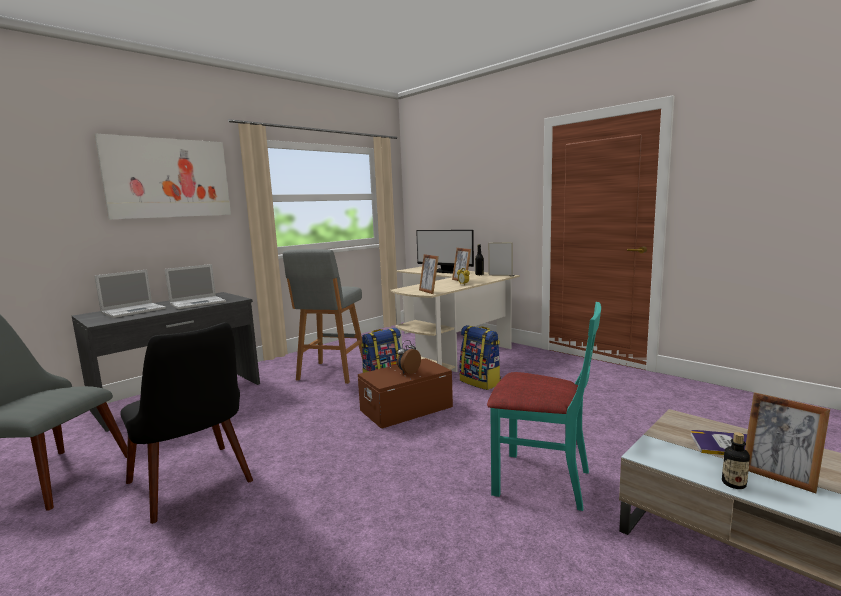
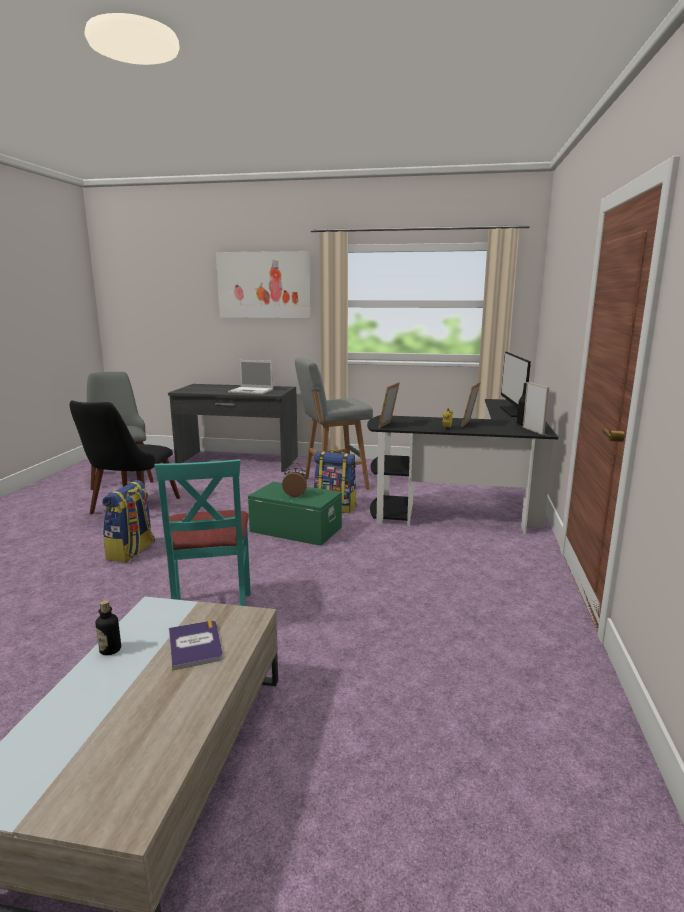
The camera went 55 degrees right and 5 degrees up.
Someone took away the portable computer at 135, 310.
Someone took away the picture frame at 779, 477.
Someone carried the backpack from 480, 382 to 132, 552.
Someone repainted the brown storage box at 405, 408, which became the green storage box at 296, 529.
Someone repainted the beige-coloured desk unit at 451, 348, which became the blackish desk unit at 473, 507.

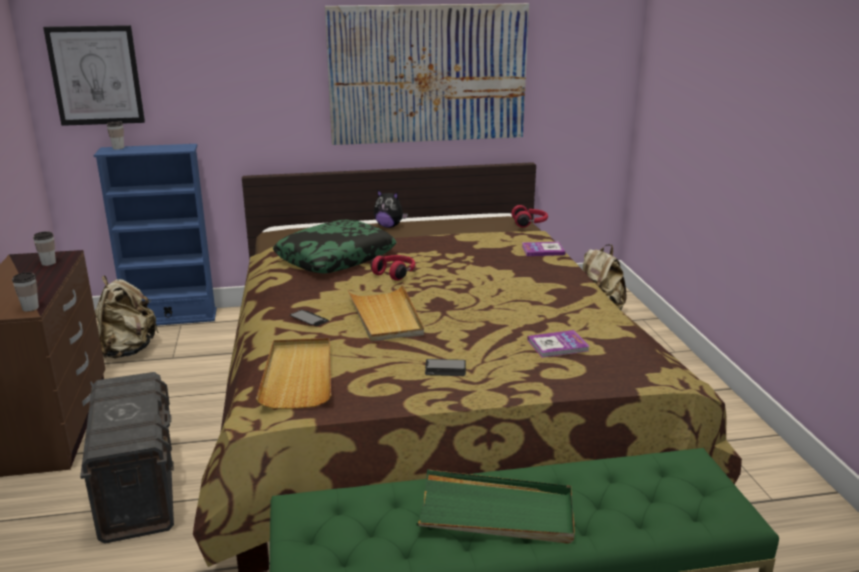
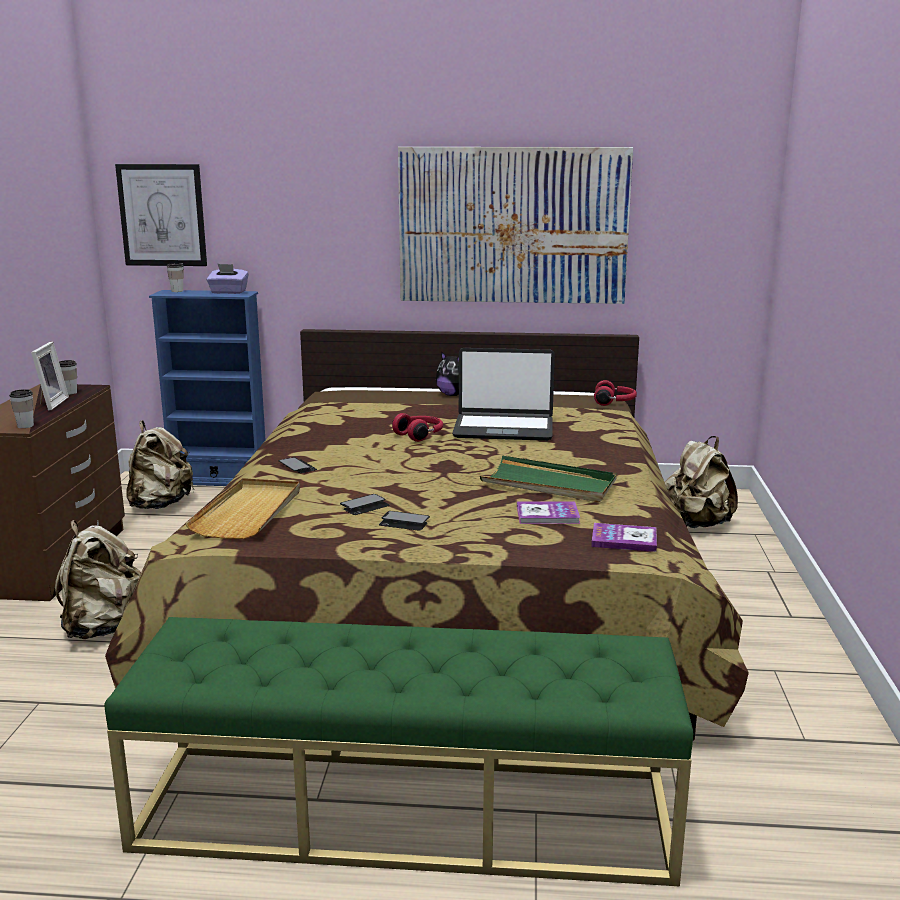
The camera went 15 degrees right and 5 degrees down.
Someone took away the cushion at 336, 258.
Someone took away the beige-coloured tray at 386, 316.
Someone put down the picture frame at 49, 404.
Someone put down the purple-coloured box of tissues at 228, 292.
Someone put down the phone at 364, 506.
Someone put down the portable computer at 503, 429.
Someone carried the green tray from 496, 512 to 549, 484.
Someone carried the bound book from 543, 250 to 624, 539.
Someone swapped the greyish storage box at 138, 490 for the beige-coloured backpack at 102, 627.

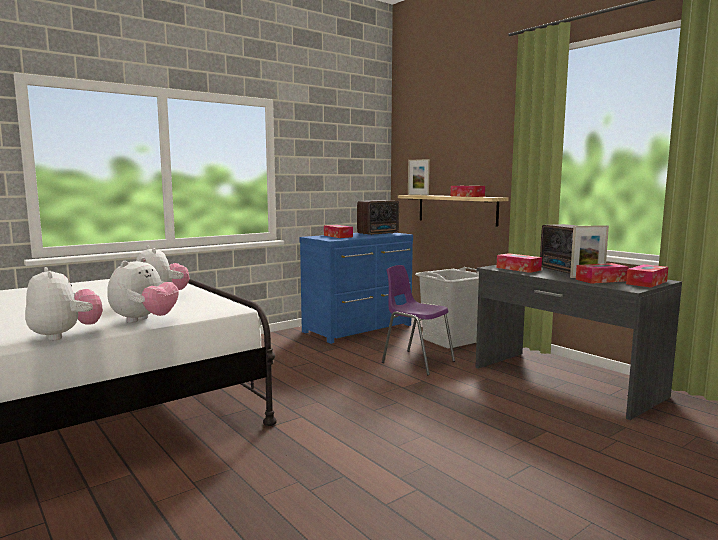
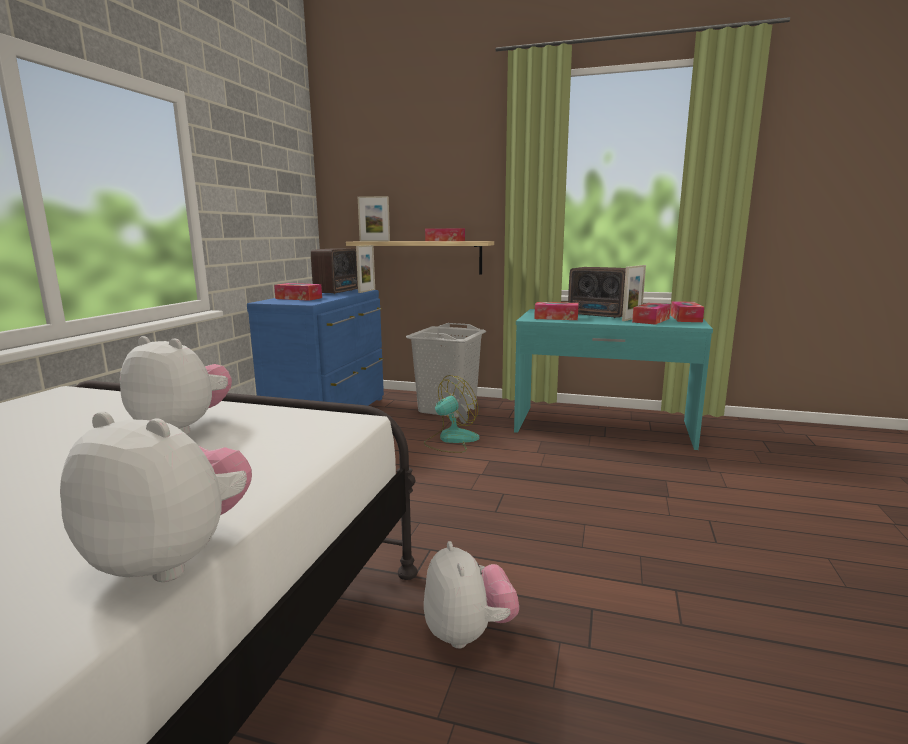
The camera went 35 degrees left and 5 degrees up.
Someone put down the picture frame at 367, 291.
Someone carried the plush toy from 144, 320 to 468, 633.
Someone swapped the purple-coloured chair at 416, 362 for the cooling fan at 451, 440.
Someone repainted the greyish desk unit at 564, 381, which became the turquoise desk unit at 603, 427.

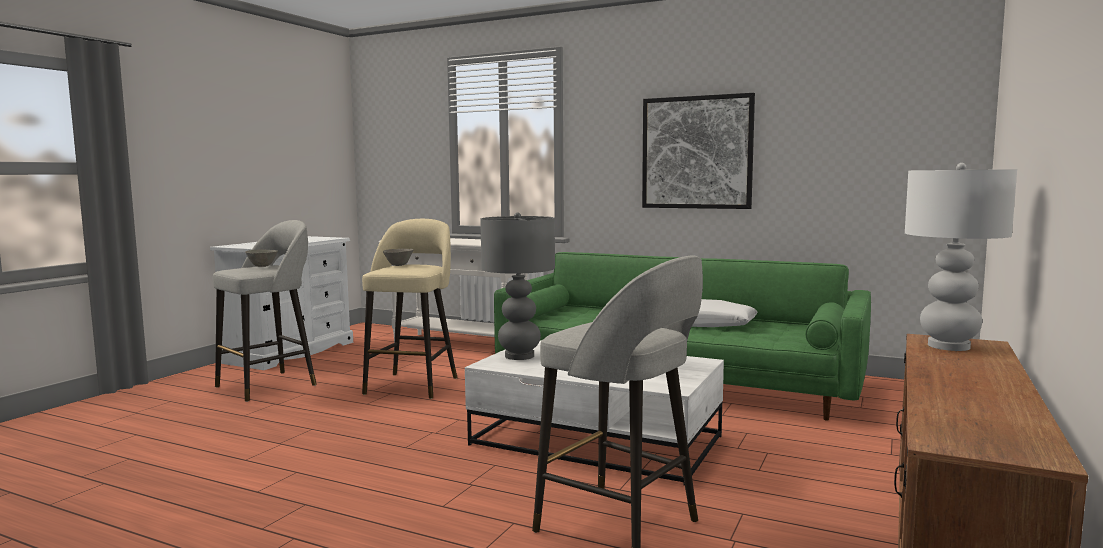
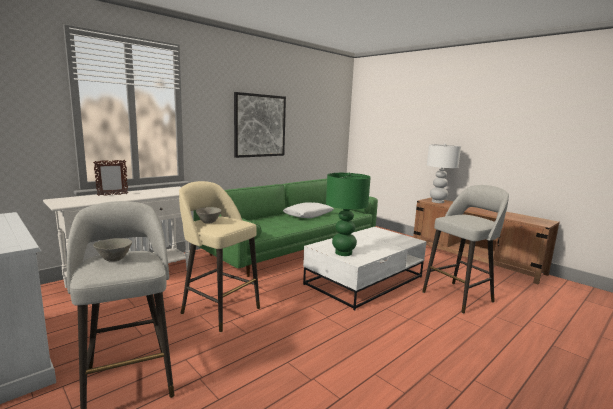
The camera went 70 degrees left and 5 degrees up.
Someone put down the picture frame at 112, 195.
Someone repainted the greyish tabletop lamp at 520, 356, which became the green tabletop lamp at 343, 253.

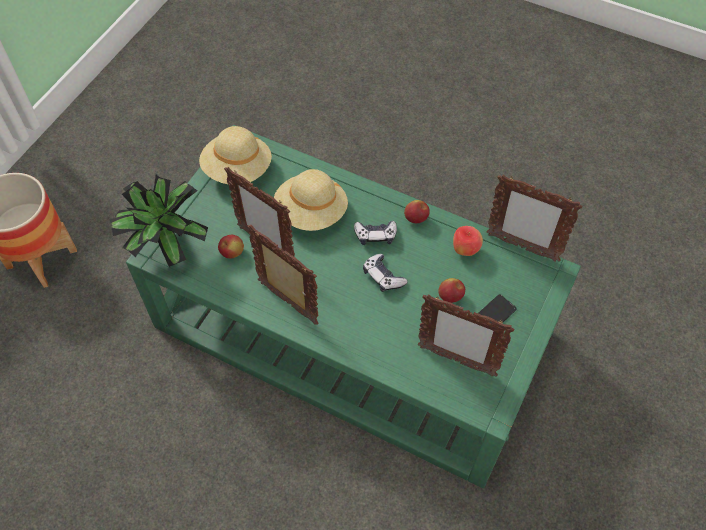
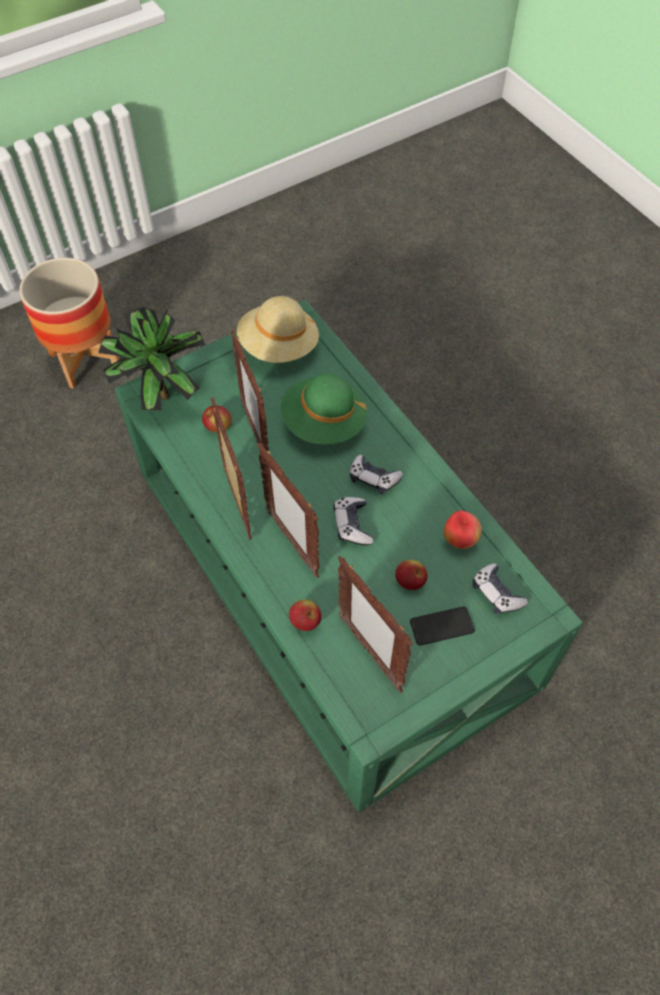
The camera went 30 degrees right and 0 degrees up.
Someone put down the joypad at 496, 593.
Someone carried the apple from 416, 218 to 305, 621.
Someone carried the picture frame from 521, 247 to 292, 542.
Someone repainted the beige-coloured wearable hat at 311, 212, which became the green wearable hat at 323, 423.

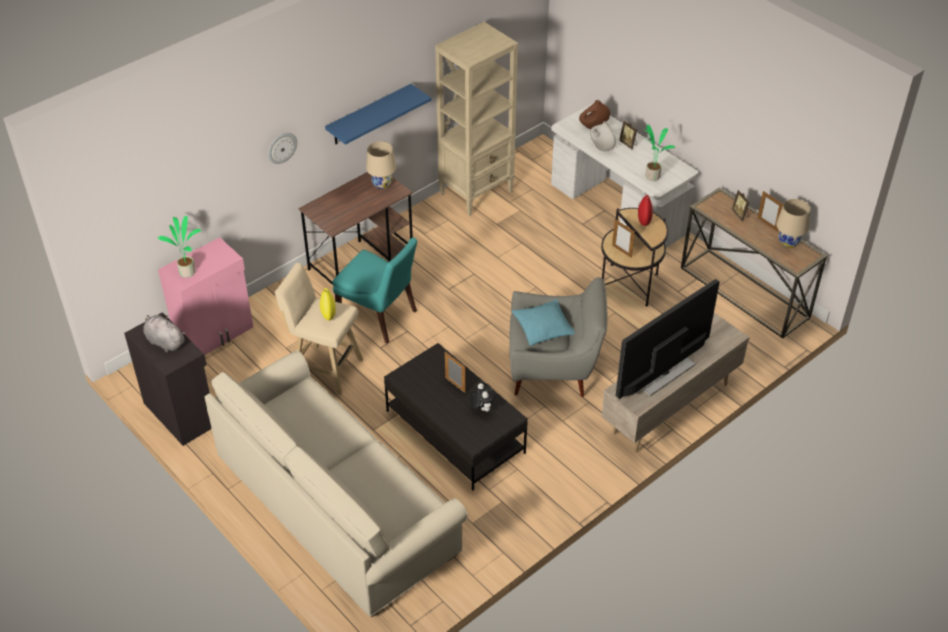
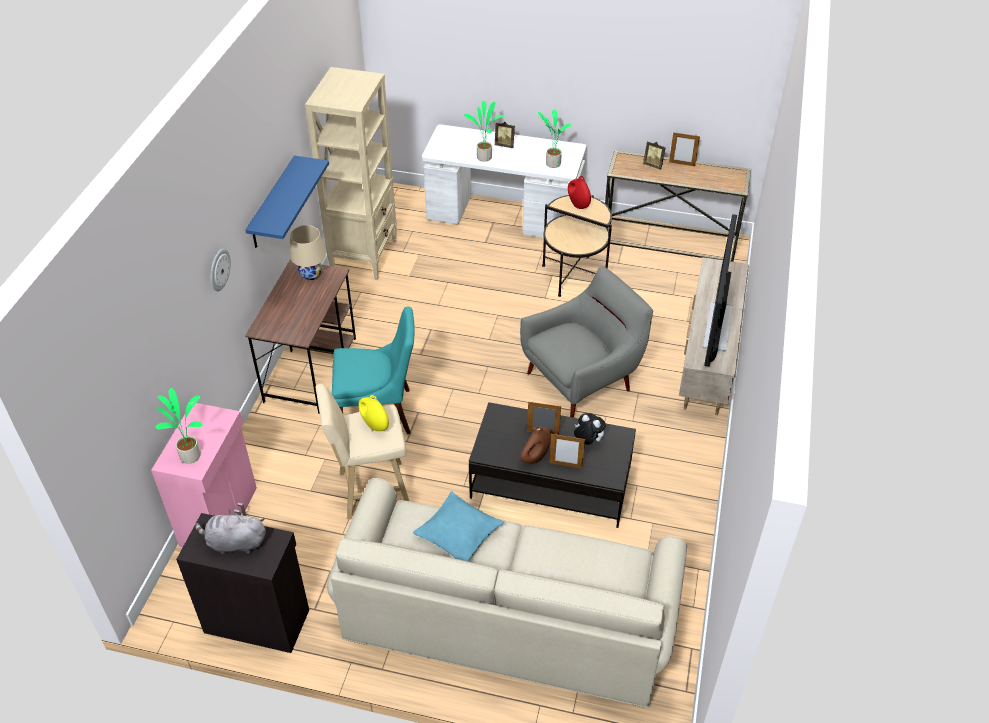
The camera went 35 degrees left and 0 degrees up.
Someone took away the beige-coloured tabletop lamp at 788, 242.
Someone carried the turquoise cushion from 543, 327 to 458, 533.
Someone carried the brown vase from 593, 127 to 535, 458.
Someone carried the picture frame from 621, 251 to 565, 465.
Someone swapped the whitish vase at 601, 147 for the plant in a pot at 485, 157.

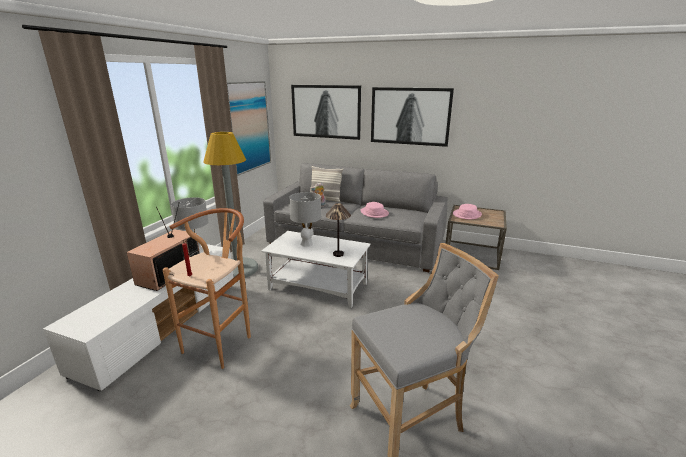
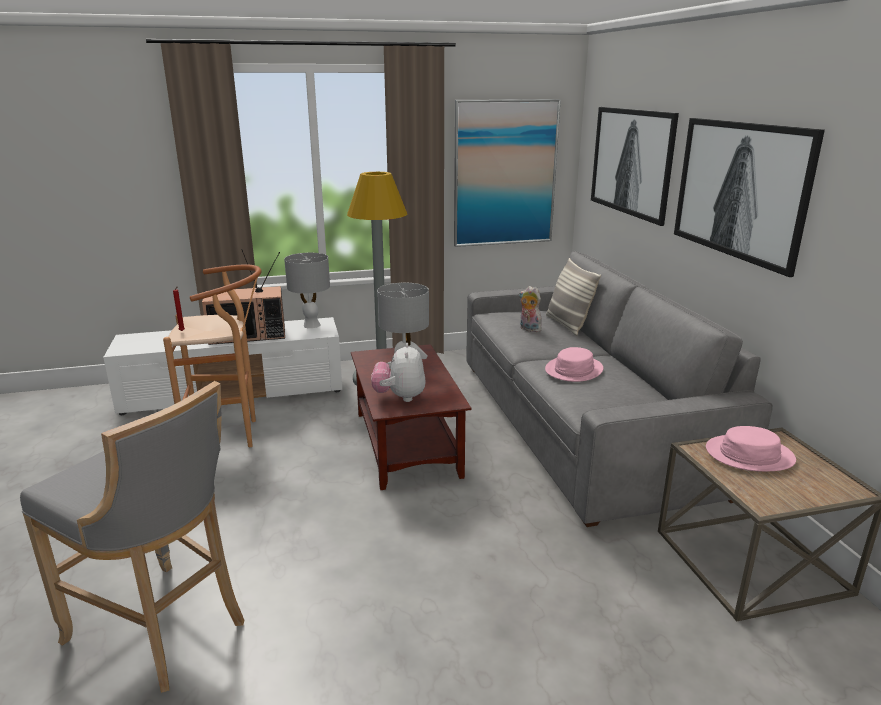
The camera went 55 degrees right and 0 degrees up.
Someone swapped the tabletop lamp at 338, 254 for the plush toy at 400, 397.
Someone repainted the whitish low table at 318, 286, which became the brown low table at 407, 444.

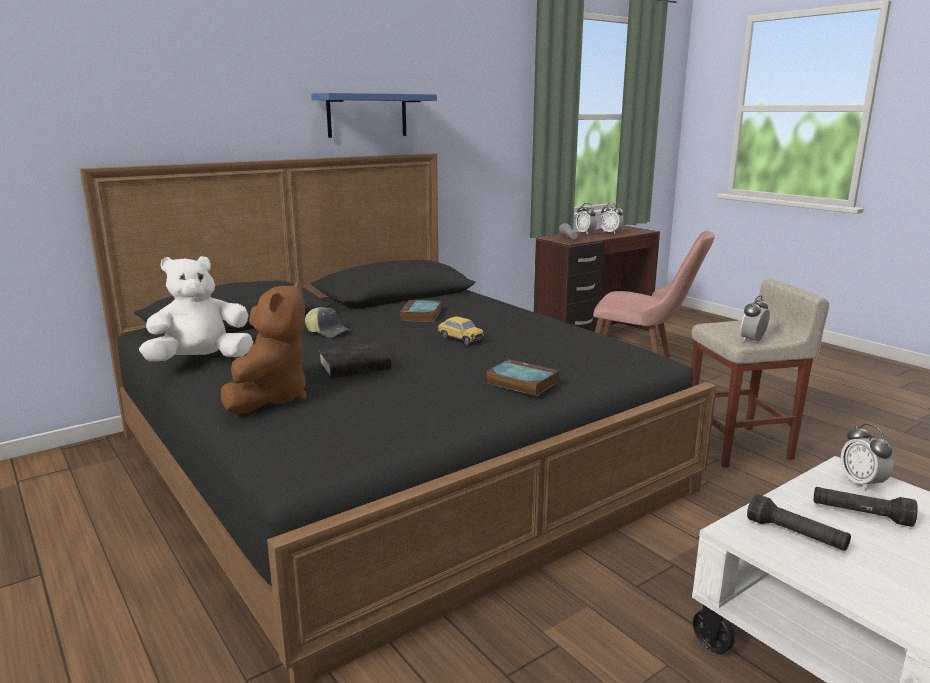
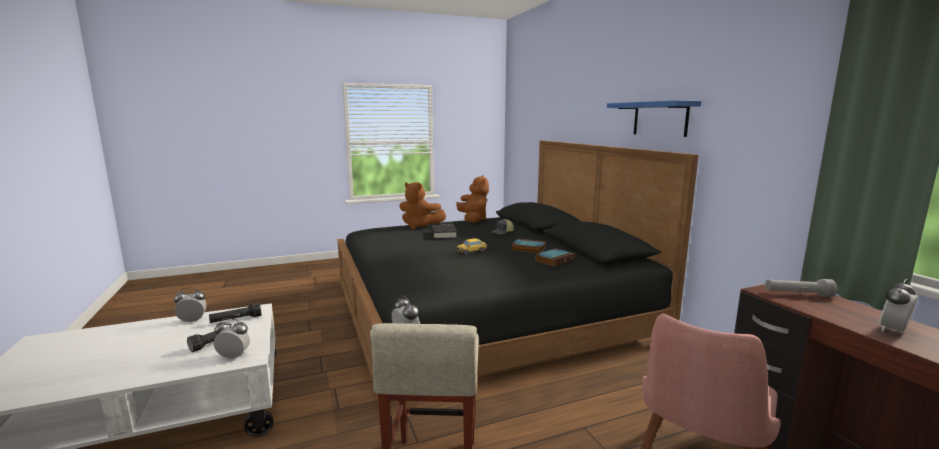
The camera went 105 degrees right and 5 degrees down.
Someone carried the bound book from 520, 382 to 554, 260.
Someone carried the bedside clock from 585, 233 to 193, 321.
Someone repainted the whitish plush toy at 201, 360, which became the brown plush toy at 473, 219.

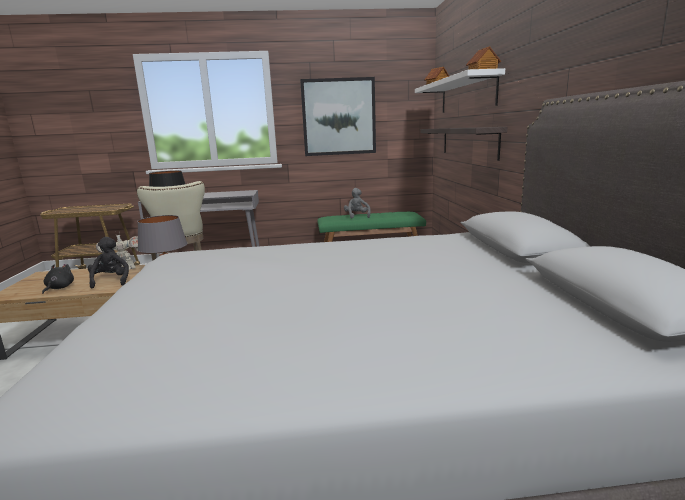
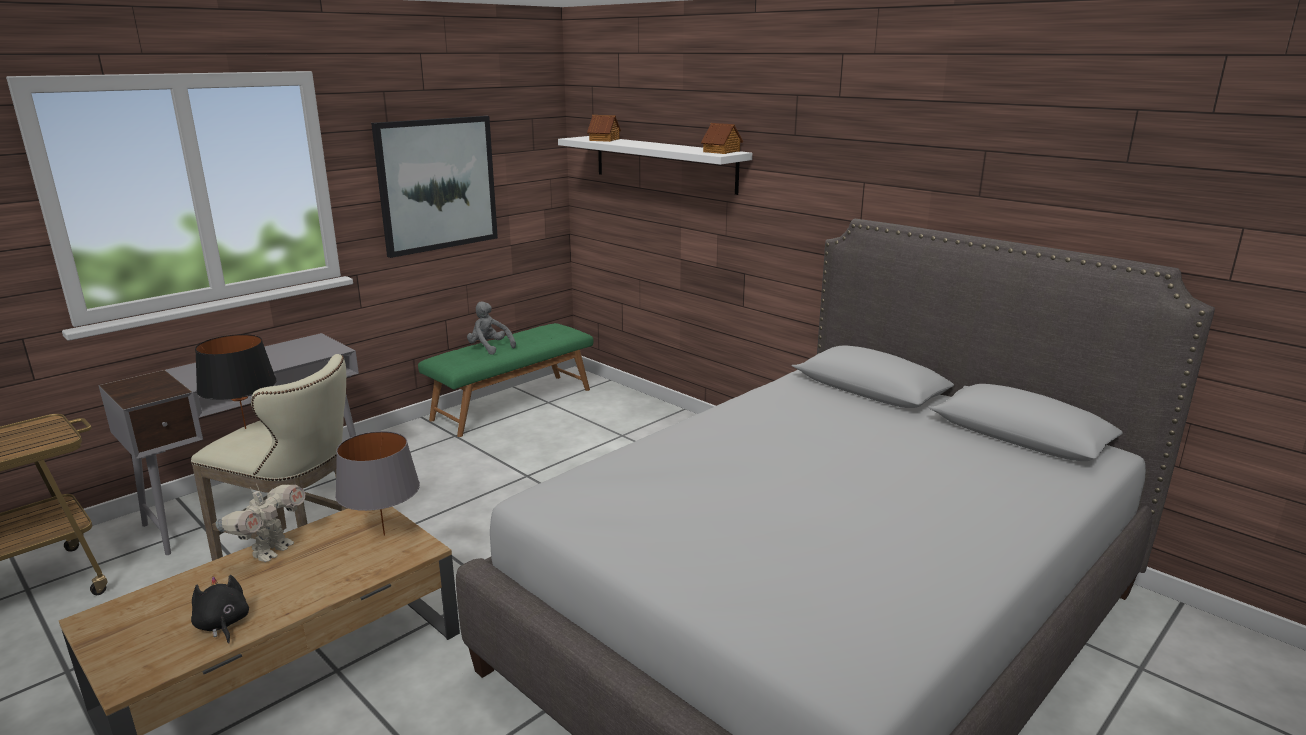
The camera went 40 degrees left and 5 degrees up.
Someone took away the blackish plush toy at 111, 281.
Someone took away the shelf at 468, 142.

